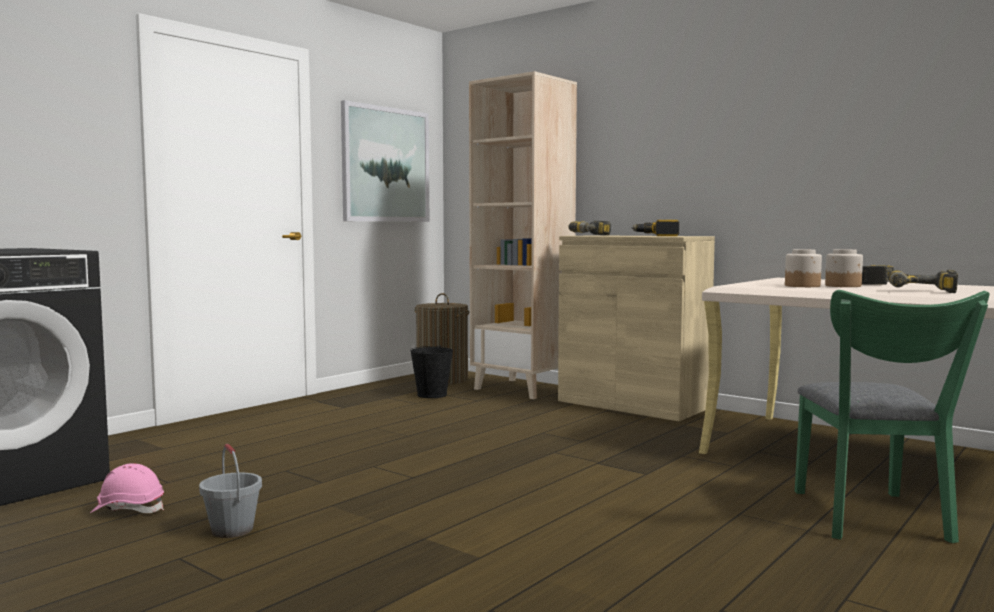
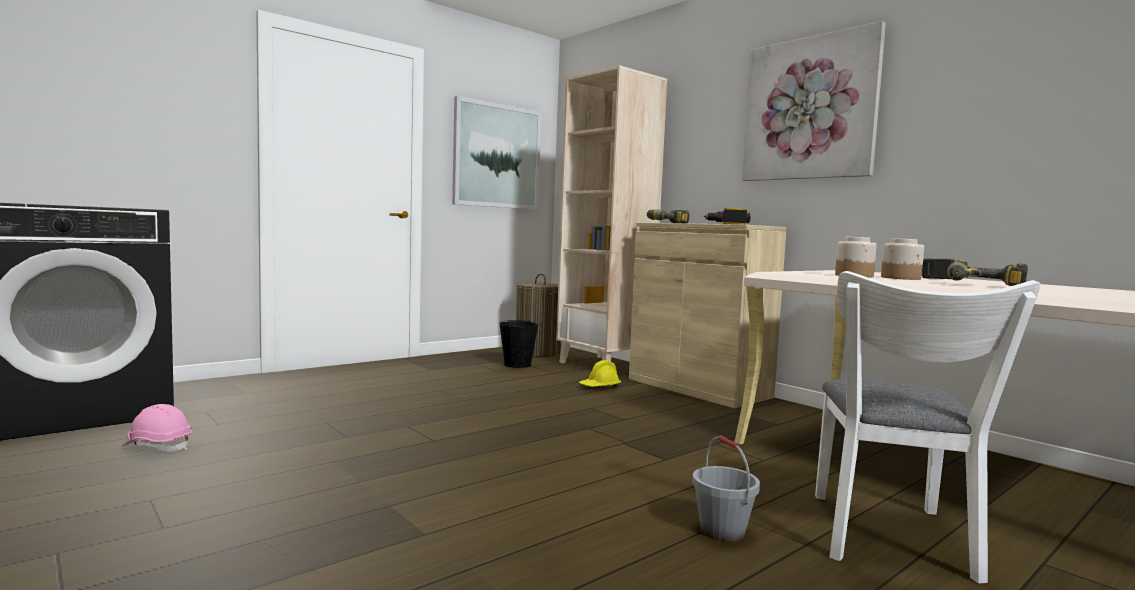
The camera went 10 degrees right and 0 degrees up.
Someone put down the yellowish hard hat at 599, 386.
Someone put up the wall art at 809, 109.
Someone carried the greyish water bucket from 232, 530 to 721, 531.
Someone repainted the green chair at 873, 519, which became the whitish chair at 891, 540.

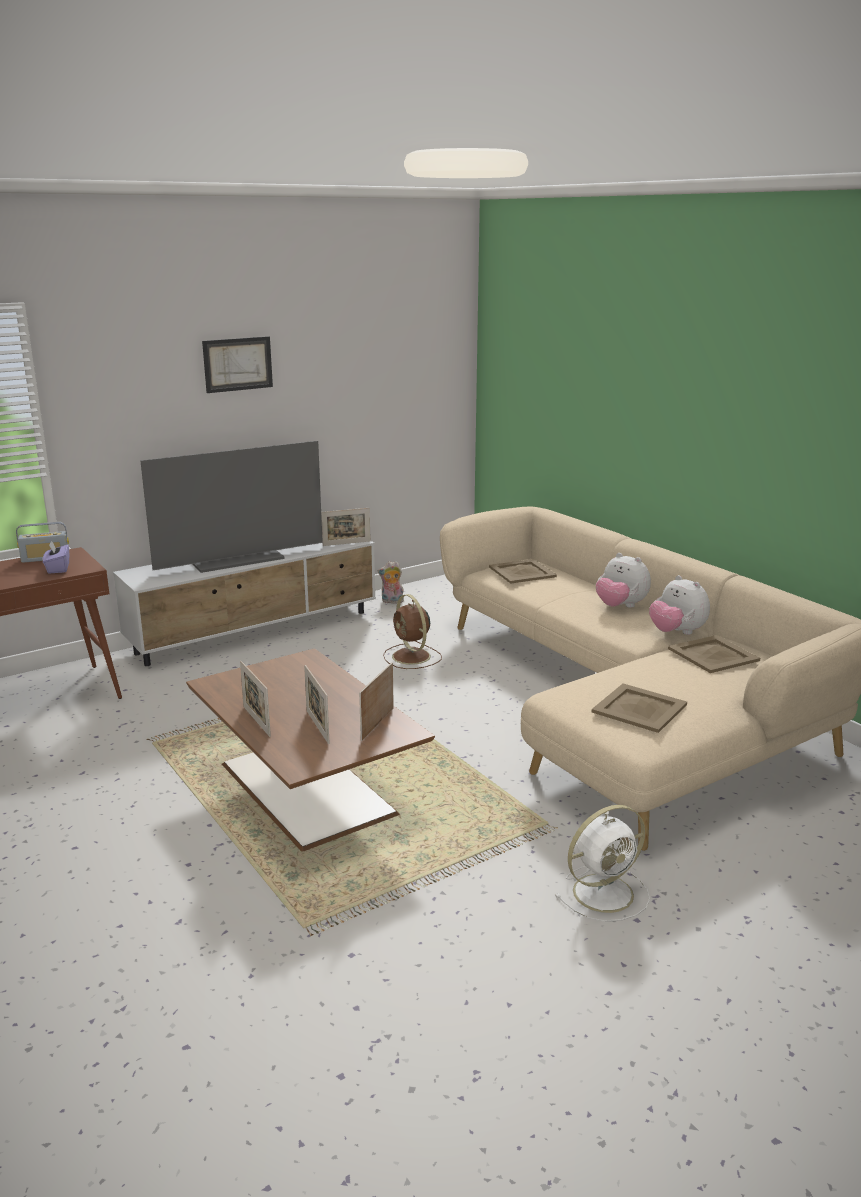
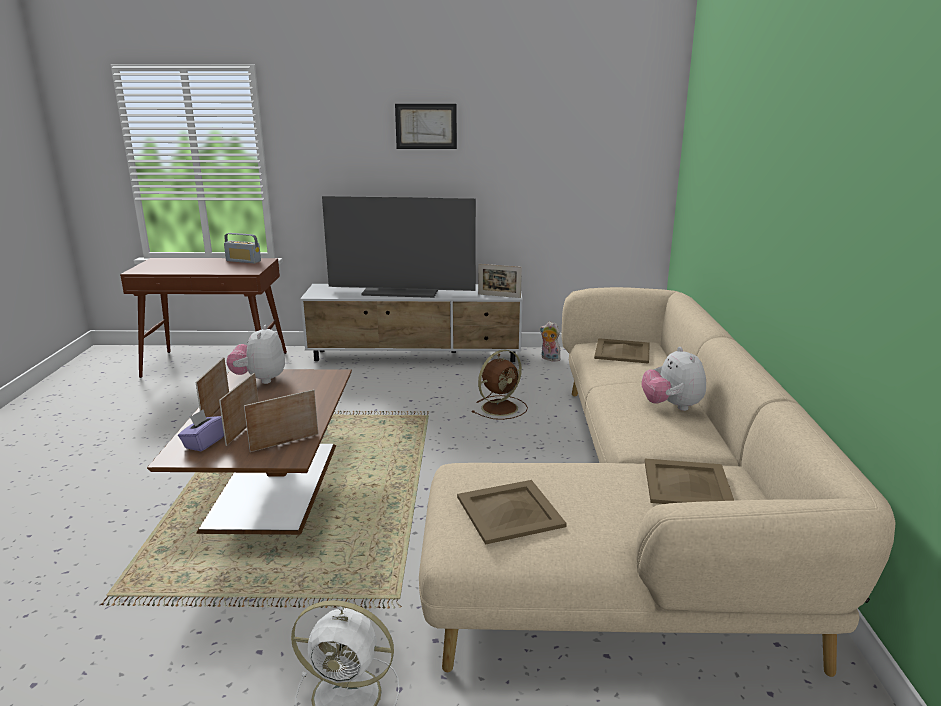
The camera went 35 degrees right and 0 degrees up.
Someone carried the purple-coloured box of tissues from 58, 568 to 204, 442.
Someone carried the plush toy from 677, 632 to 260, 379.
Someone rotated the brown cooling fan at 412, 657 by 135 degrees counterclockwise.

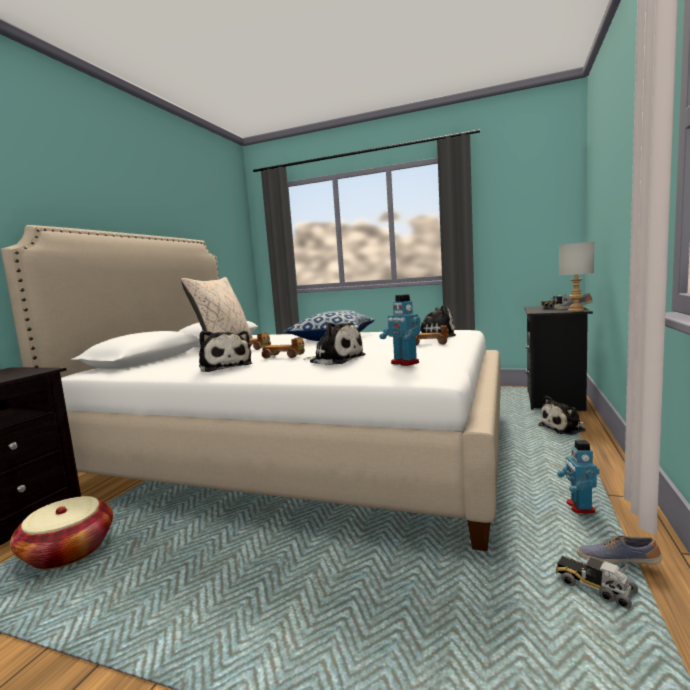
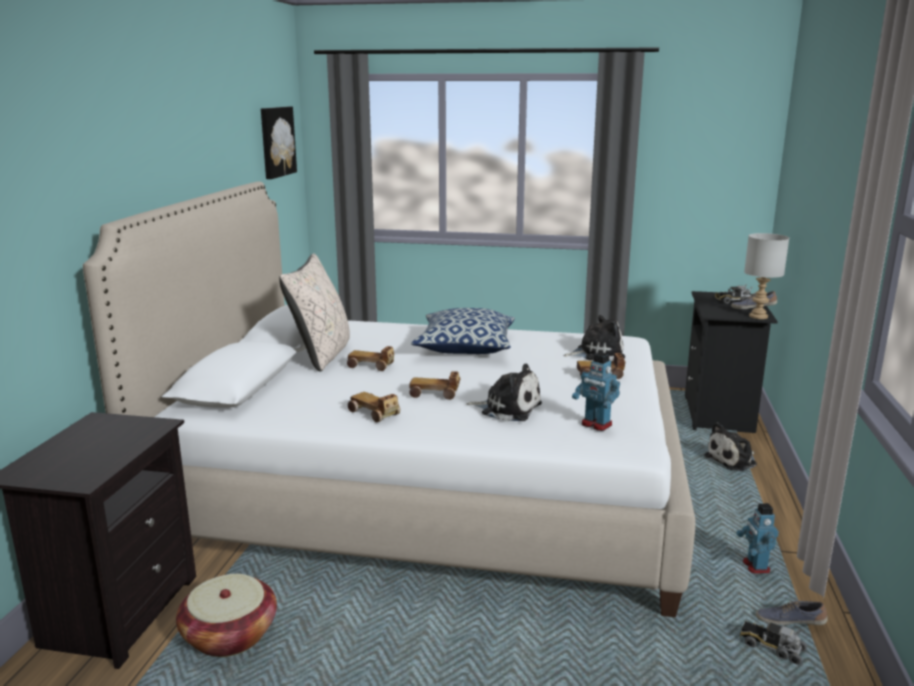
The camera went 10 degrees left and 10 degrees up.
Someone put up the wall art at 276, 141.
Someone swapped the plush toy at 225, 366 for the miniature car at 374, 413.

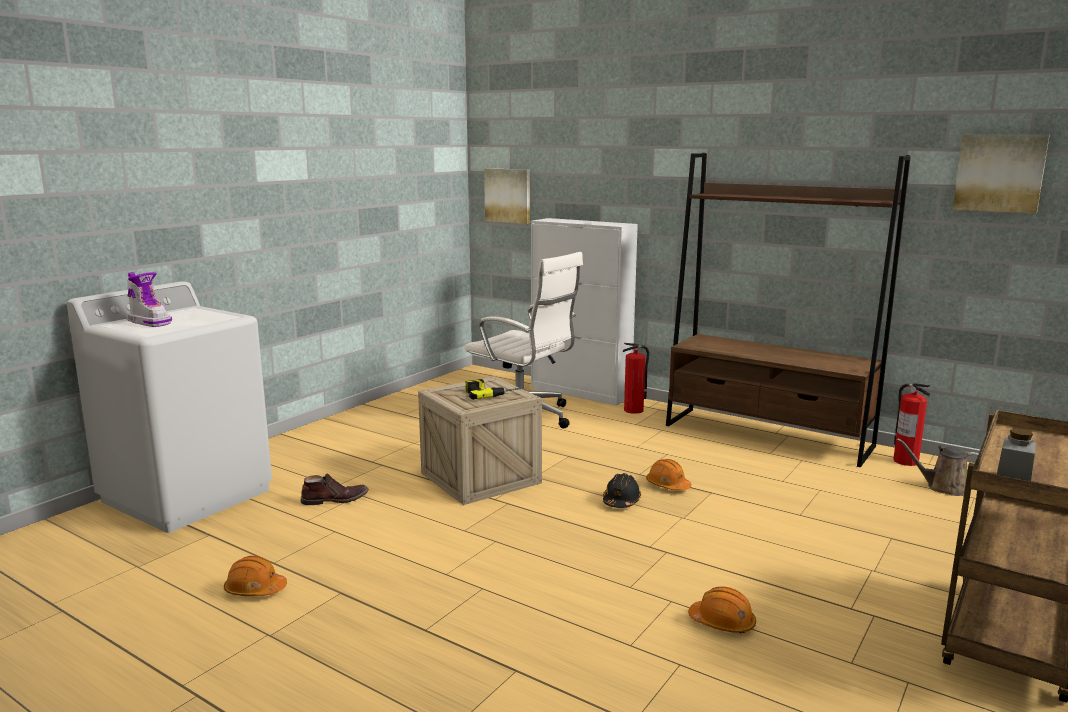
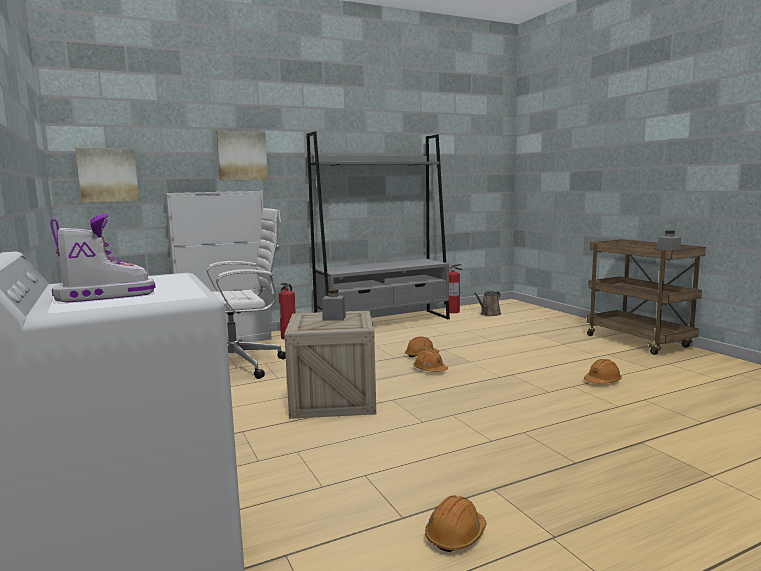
The camera went 60 degrees left and 5 degrees down.
Someone took away the brown high-top boot at 335, 499.
Someone carried the wall art from 999, 173 to 242, 155.
Someone swapped the power drill at 490, 393 for the greyish jar at 334, 318.
Someone repainted the blackish hard hat at 621, 501, which became the orange-coloured hard hat at 430, 370.
Someone repainted the brown shelving unit at 767, 436, which became the greyish shelving unit at 384, 322.

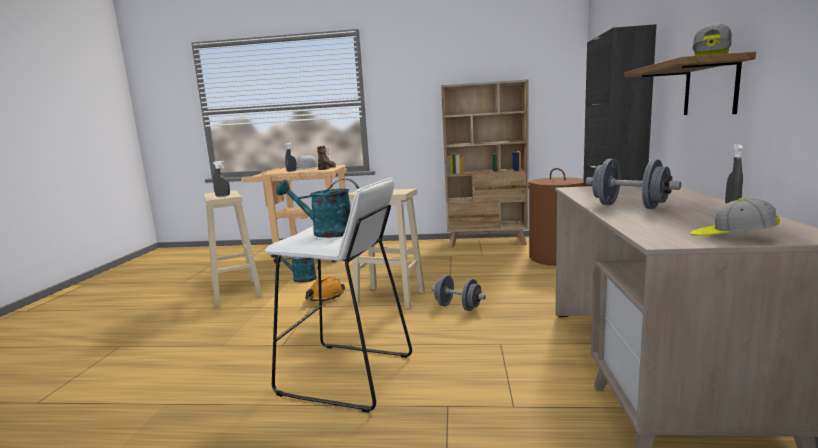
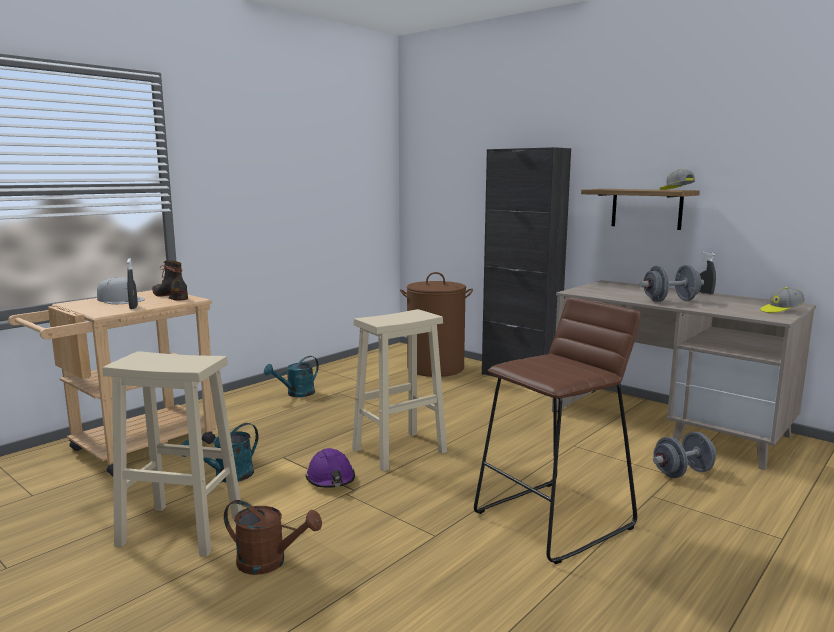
The camera went 55 degrees left and 0 degrees up.
Someone took away the greyish sprayer at 223, 196.
Someone took away the beige-coloured shelving unit at 487, 242.
Someone put down the brown sprinkling can at 270, 562.
Someone carried the turquoise sprinkling can from 325, 232 to 296, 394.
Someone carried the greyish dumbbell from 458, 307 to 682, 473.
Someone repainted the whitish stool at 346, 375, which became the brown stool at 555, 519.
Someone repainted the orange-coloured hard hat at 325, 297, which became the purple-coloured hard hat at 331, 479.

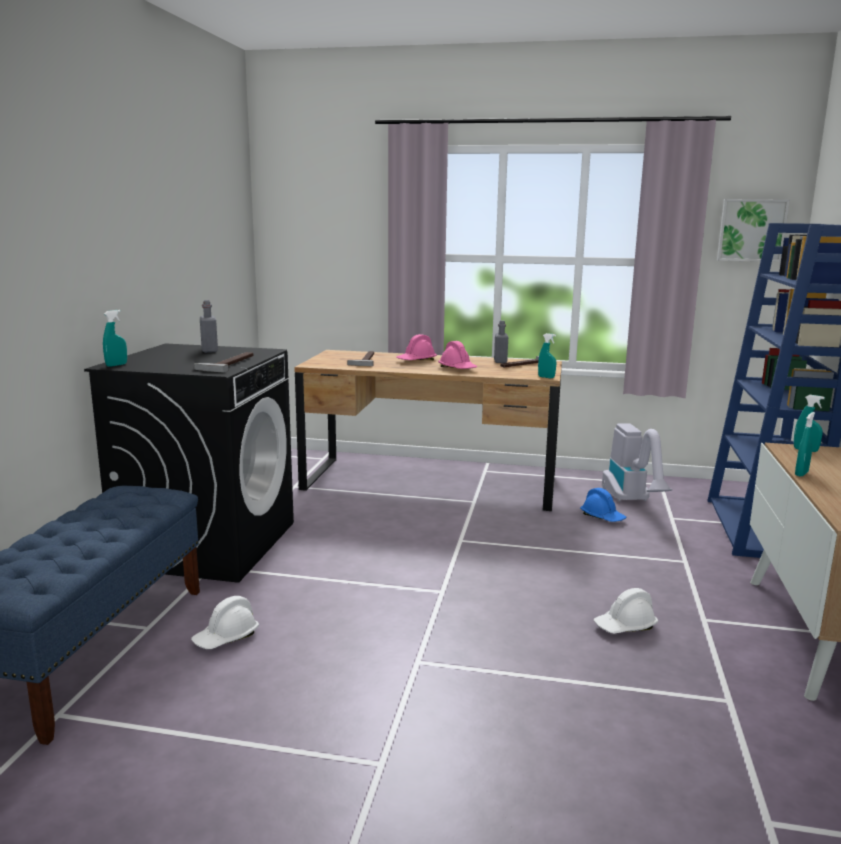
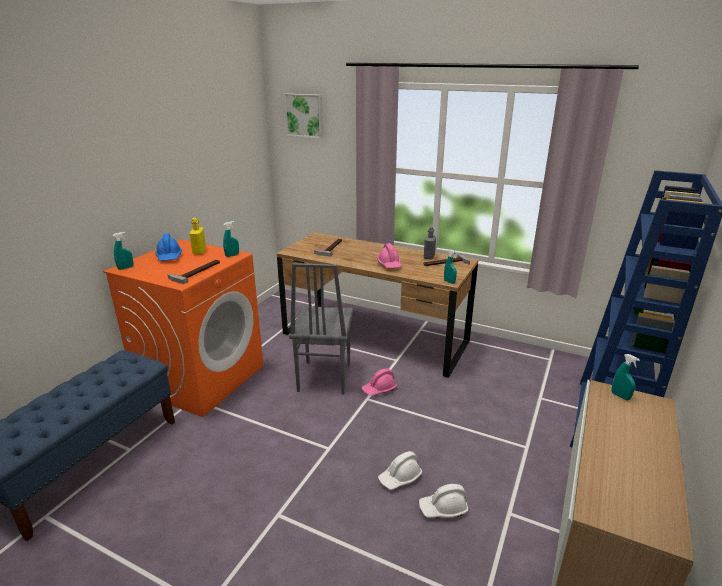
The camera went 15 degrees right and 10 degrees up.
Someone took away the hoover at 632, 501.
Someone put down the greyish chair at 323, 377.
Someone carried the whitish hard hat from 226, 637 to 400, 477.
Someone carried the pink hard hat from 416, 360 to 379, 389.
Someone carried the blue hard hat from 602, 517 to 169, 257.
Someone carried the wall art from 751, 230 to 305, 115.
Someone carried the turquoise sprayer from 801, 474 to 232, 255.
Someone repainted the blackish laundry appliance at 208, 544, which became the orange-coloured laundry appliance at 201, 378.
Someone repainted the greyish bottle at 209, 350, which became the yellowish bottle at 199, 252.

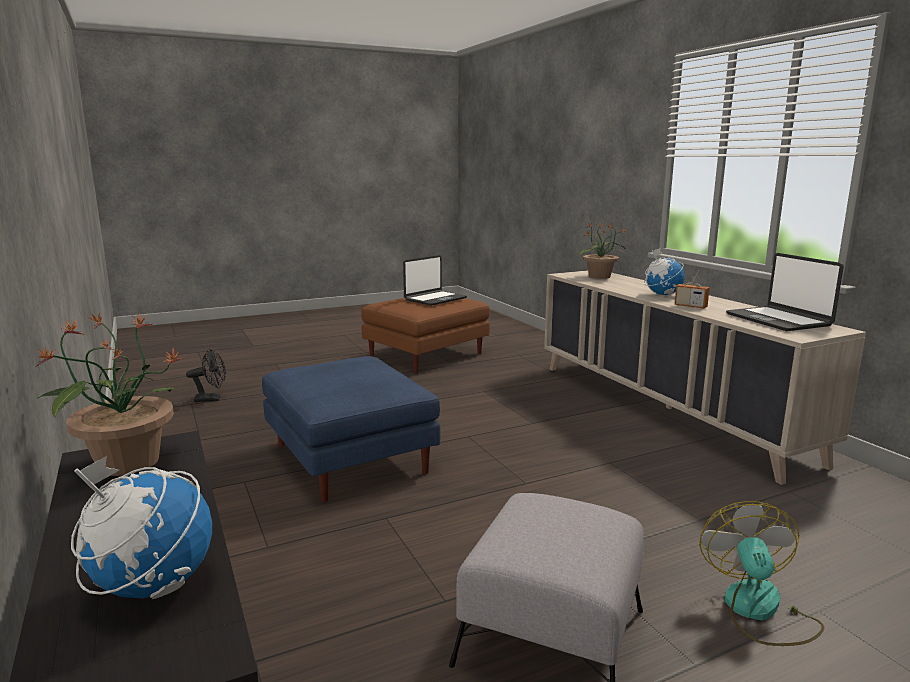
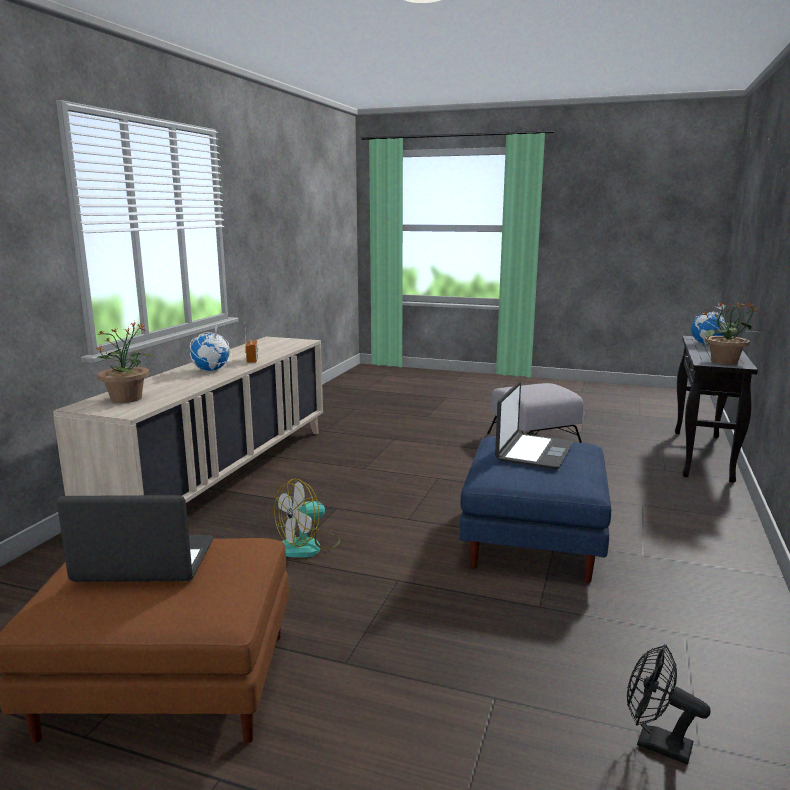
The camera went 135 degrees left and 0 degrees up.
Someone carried the cooling fan from 758, 611 to 307, 546.
Someone carried the portable computer from 778, 320 to 533, 452.

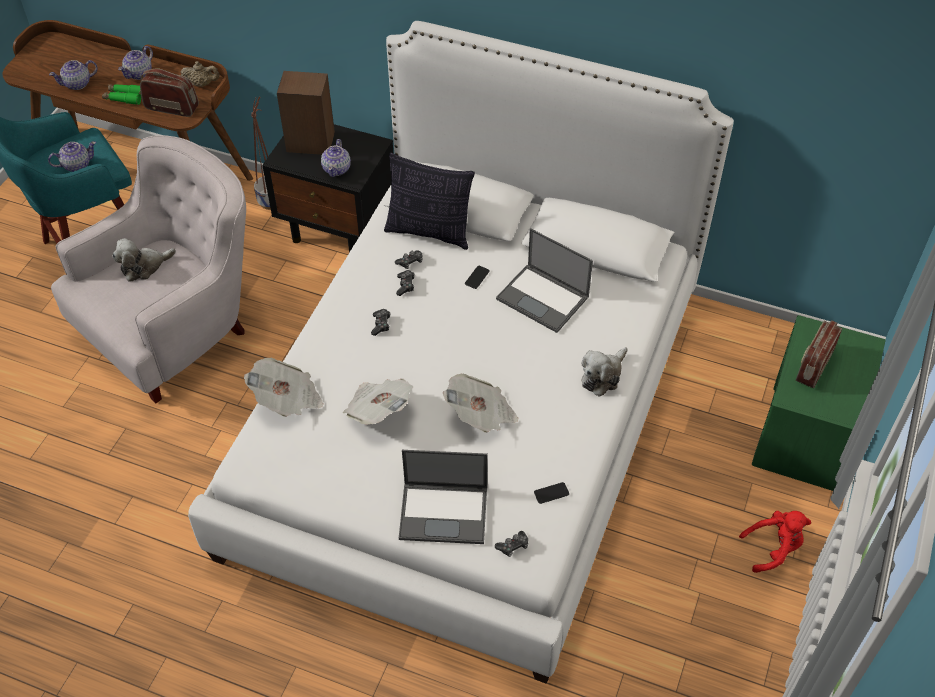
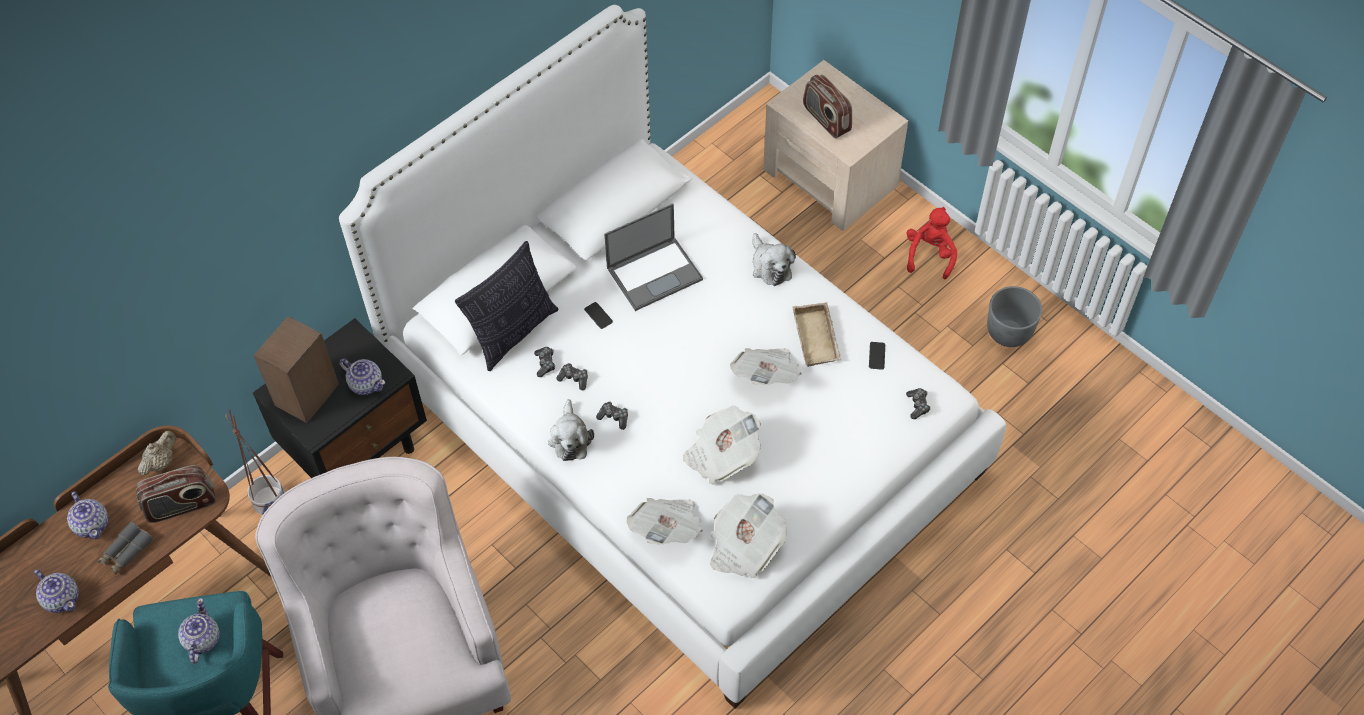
The camera went 65 degrees left and 5 degrees up.
Someone took away the portable computer at 445, 512.
Someone put down the printed paper at 744, 546.
Someone put down the beige-coloured tray at 818, 338.
Someone put down the greyish planter at 1008, 333.
Someone carried the plush toy from 144, 266 to 570, 438.
Someone repainted the green field glasses at 124, 97, which became the greyish field glasses at 126, 552.
Someone repainted the green nightstand at 805, 434, which became the beige-coloured nightstand at 830, 178.
Someone rotated the pot for tea at 78, 84 by 45 degrees counterclockwise.
Someone rotated the radio receiver at 172, 107 by 150 degrees counterclockwise.

